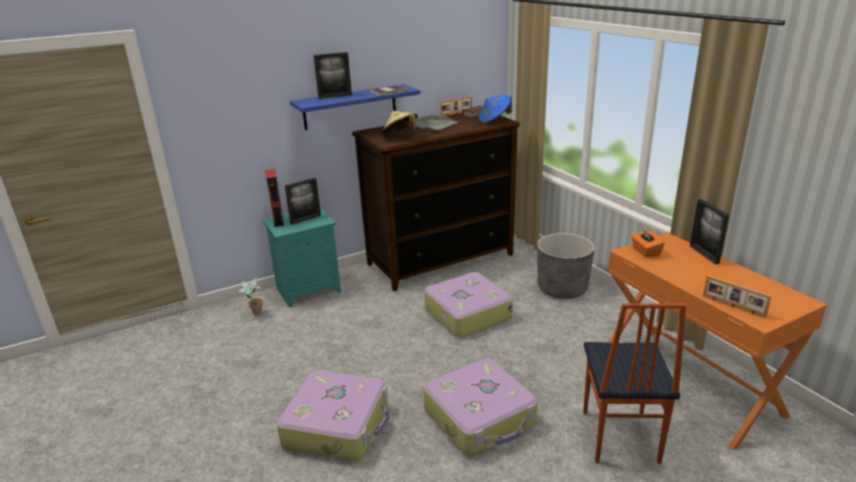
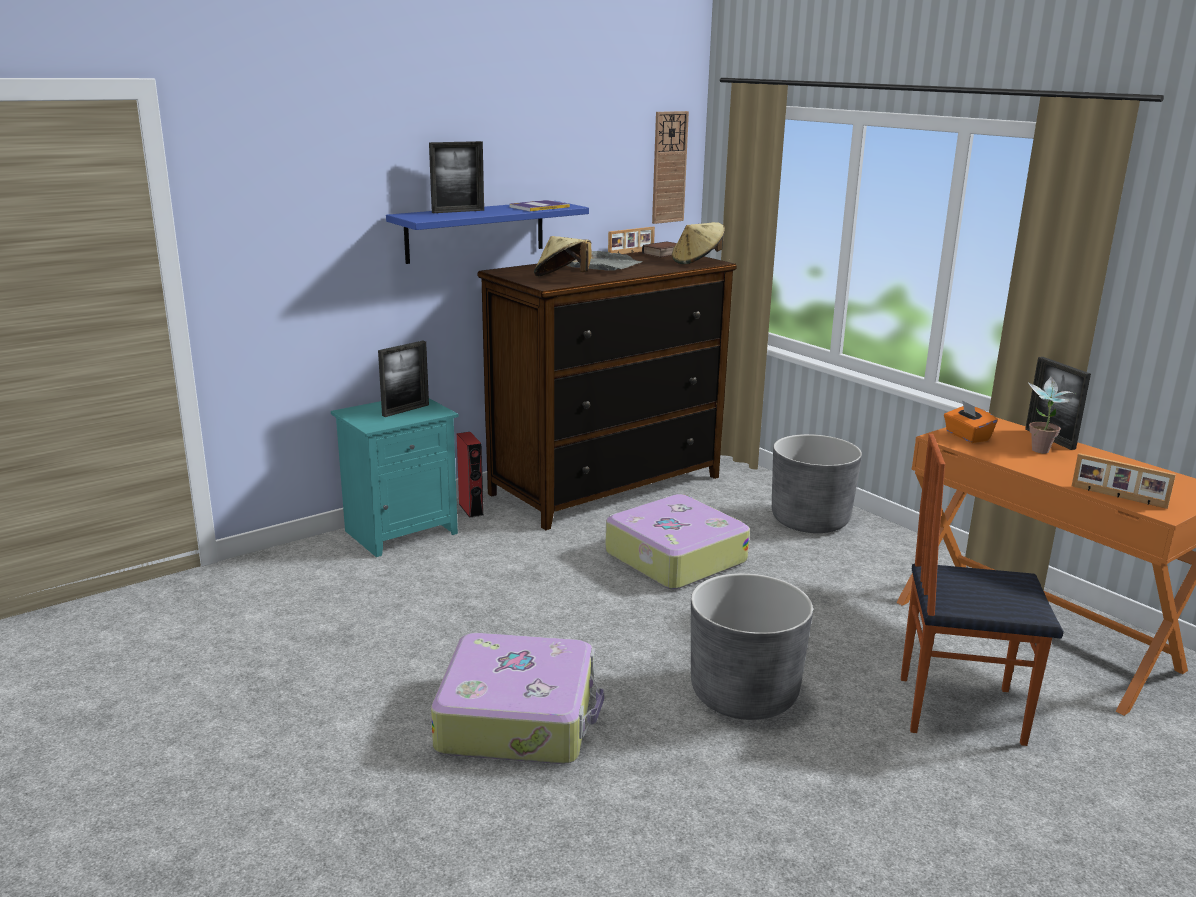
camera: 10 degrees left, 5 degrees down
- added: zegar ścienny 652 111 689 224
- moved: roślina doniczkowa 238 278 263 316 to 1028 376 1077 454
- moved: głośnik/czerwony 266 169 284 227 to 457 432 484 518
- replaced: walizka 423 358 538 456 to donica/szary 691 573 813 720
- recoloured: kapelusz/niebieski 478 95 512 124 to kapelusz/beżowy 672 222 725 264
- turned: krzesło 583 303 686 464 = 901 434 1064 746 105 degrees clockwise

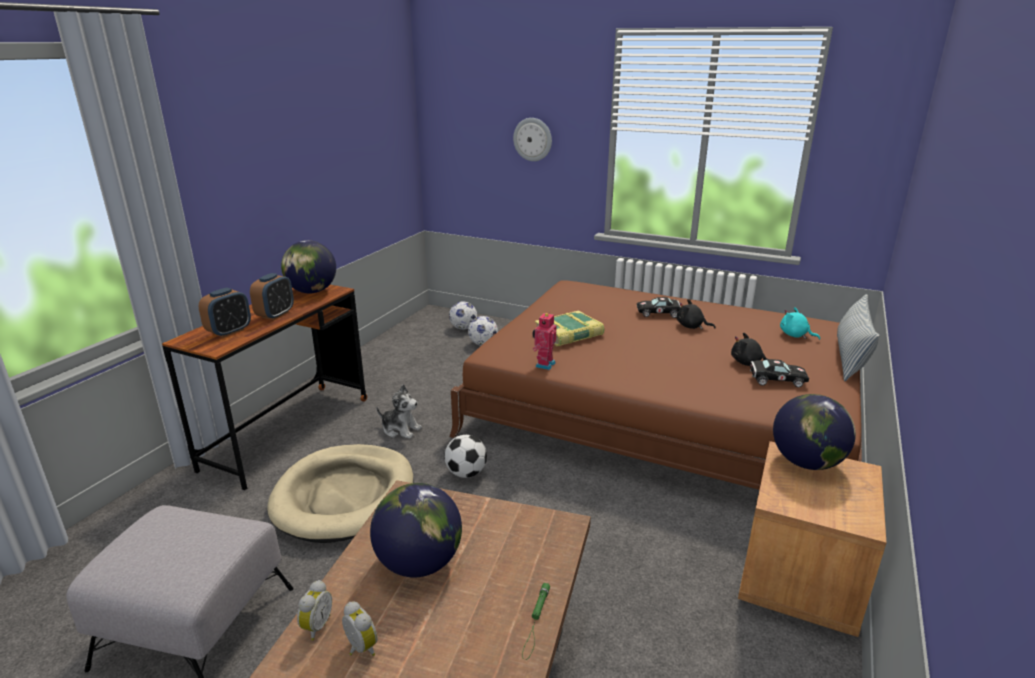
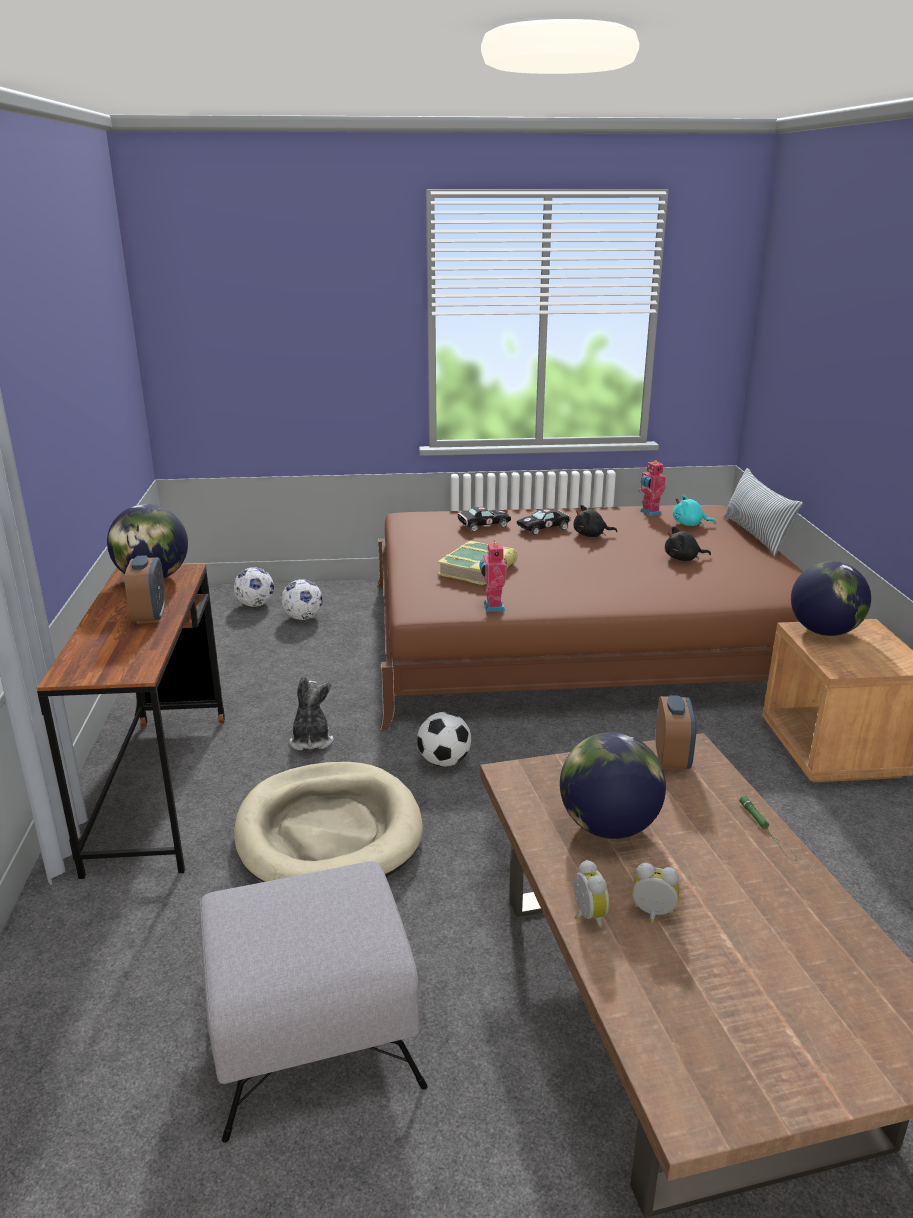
camera: 30 degrees left, 0 degrees up
- removed: zegar ścienny 513 118 552 161
- added: robot zabawkowy 638 460 666 516
- moved: budzik 198 288 251 338 to 655 695 696 770
- moved: samochodzik/czarny 750 359 809 387 to 458 507 511 532
- turned: pluszak 376 385 422 439 = 289 676 334 750 90 degrees counterclockwise

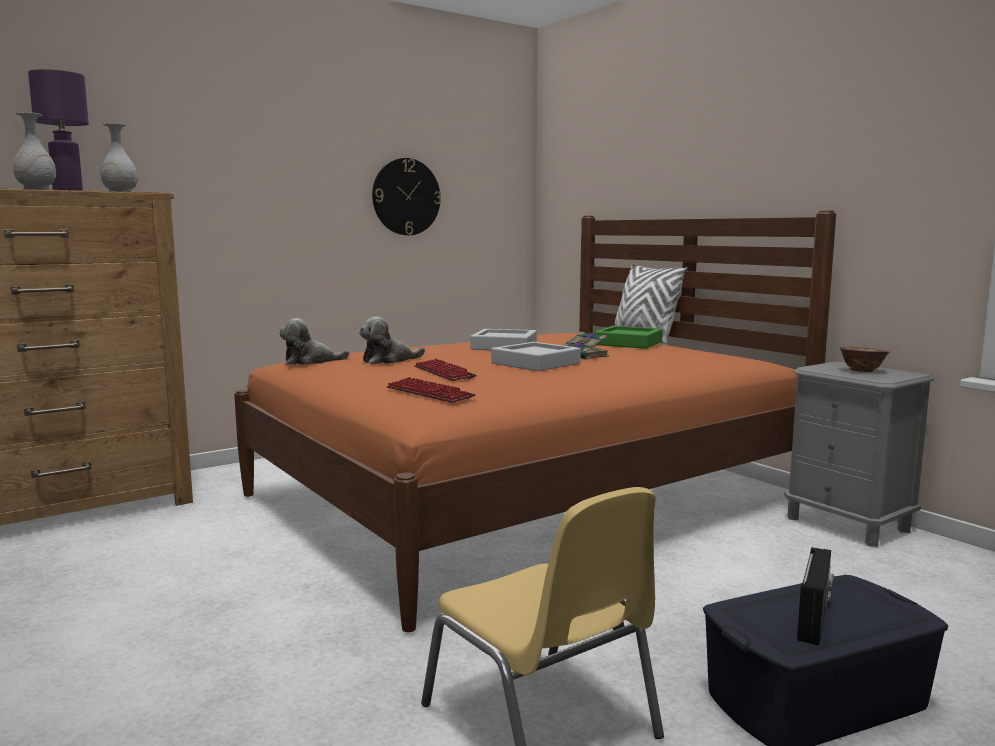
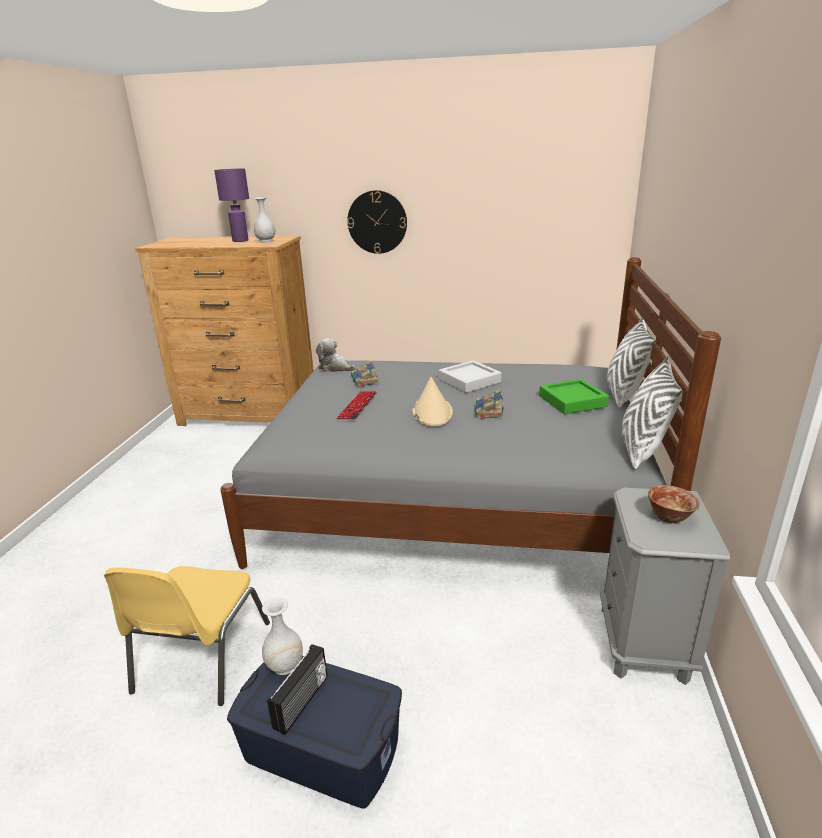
camera: 45 degrees right, 15 degrees up
- removed: klawiatura 386 377 476 403
- added: poduszka/biały 622 356 683 469
- moved: wazon/biały 13 112 56 190 to 262 597 303 675
- moved: zegar ścienny 372 158 441 235 to 347 190 407 254
- replaced: pluszak 359 317 425 364 to książka 351 360 379 387
- replaced: taca/szary 491 342 581 371 to kapelusz/beżowy 412 377 453 426
- recoloured: łóżko/pomarańczowy 234 210 836 633 to łóżko/szary 220 257 721 569
- turned: radio 797 547 834 645 = 267 644 327 735 45 degrees counterclockwise

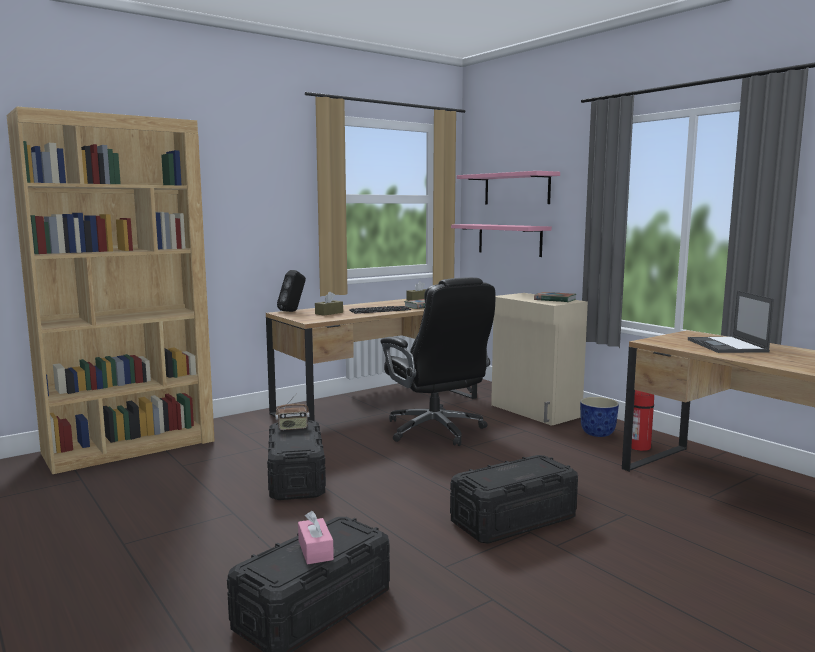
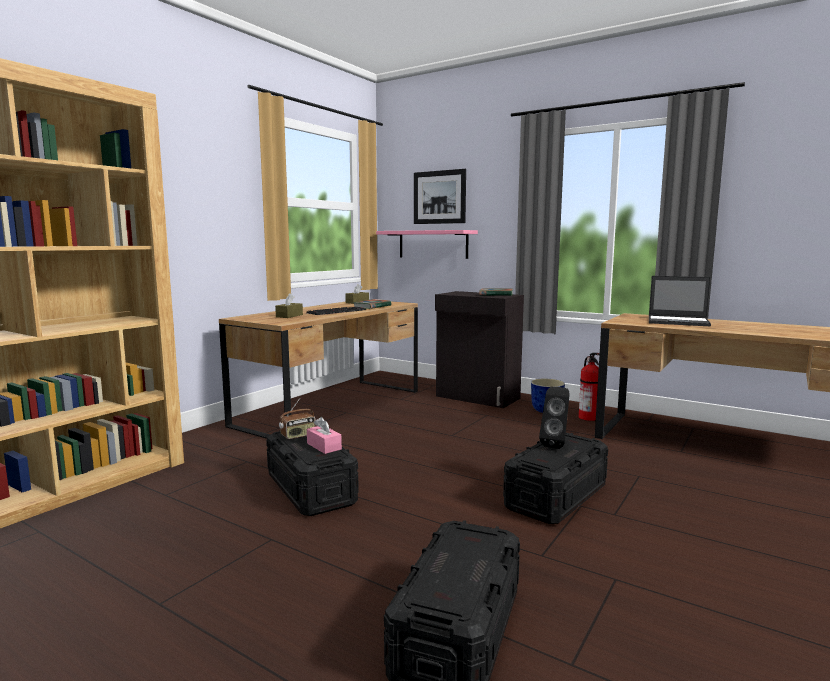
camera: 20 degrees left, 0 degrees up
- removed: krzesło biurowe/czarny 381 277 495 446
- moved: głośnik/czarny 277 270 306 312 to 539 387 570 449
- moved: pudełko chusteczek/różowy 298 511 334 565 to 307 417 342 454
- replaced: półka/różowy 457 171 560 205 to obraz 414 169 466 224
- recoloured: szafka/beżowy 491 293 588 426 to szafka/czarny 435 291 524 408
- turned: laptop 688 290 774 353 = 649 276 711 326 45 degrees counterclockwise

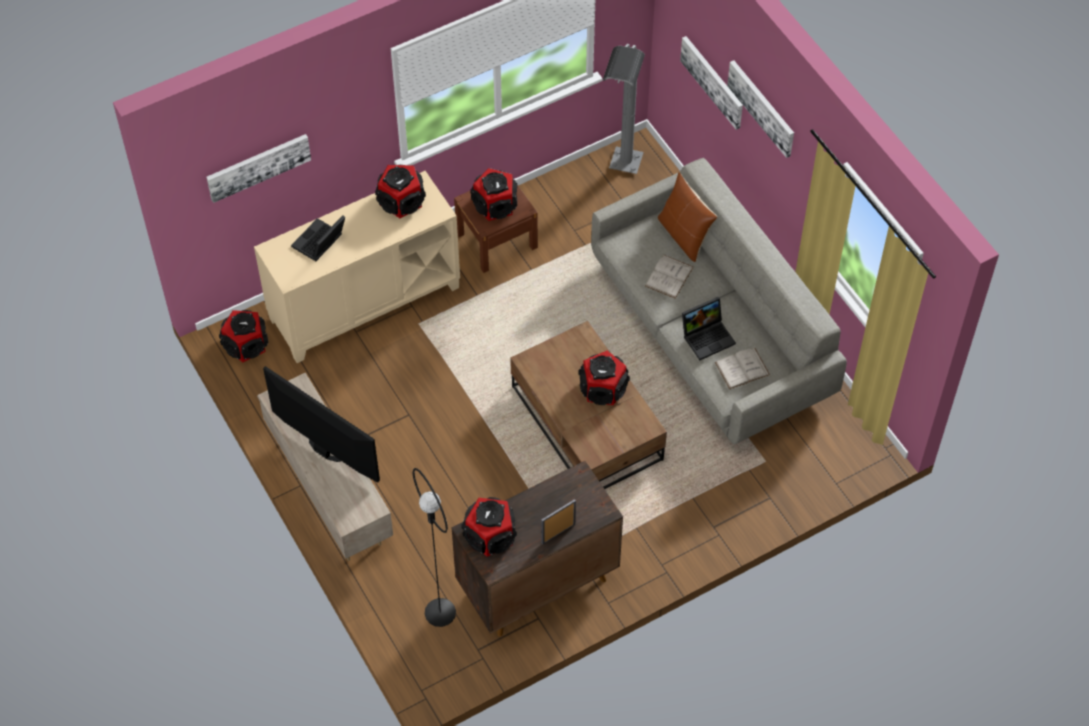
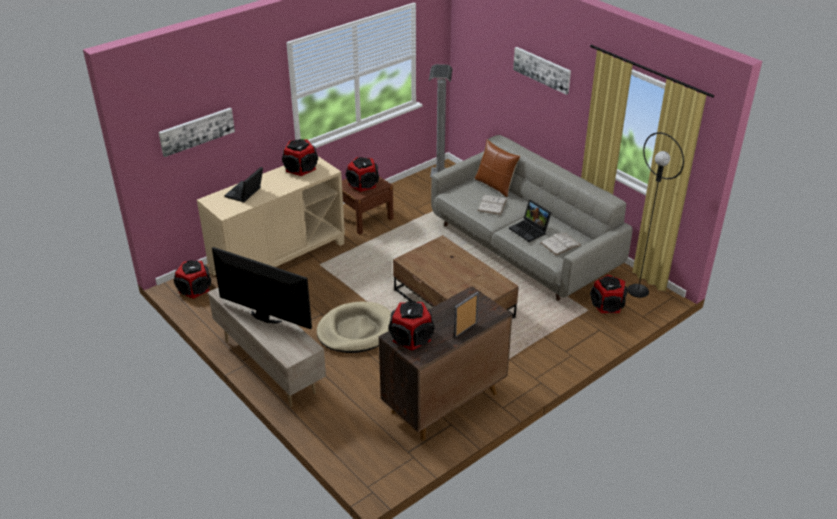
camera: 10 degrees left, 20 degrees down
- removed: obraz 680 36 743 130
- added: legowisko/beżowy 317 302 392 353
- moved: lampa stojąca/czarny 413 468 456 627 to 628 132 684 298
- moved: głośnik 579 351 630 405 to 590 275 628 313
- turned: laptop 682 297 736 360 = 509 200 552 242 90 degrees clockwise

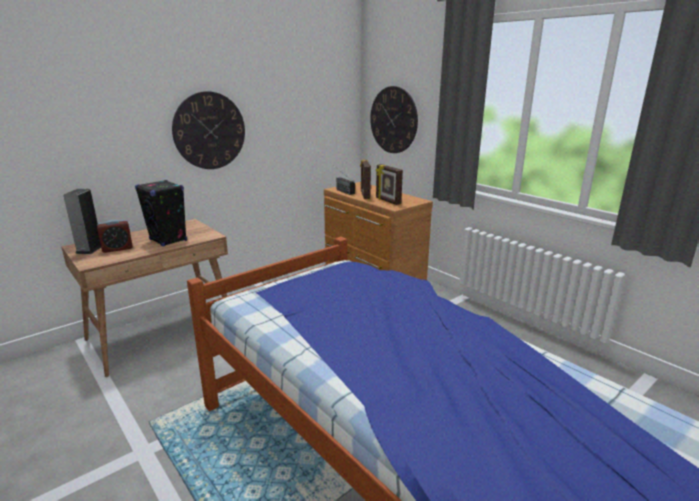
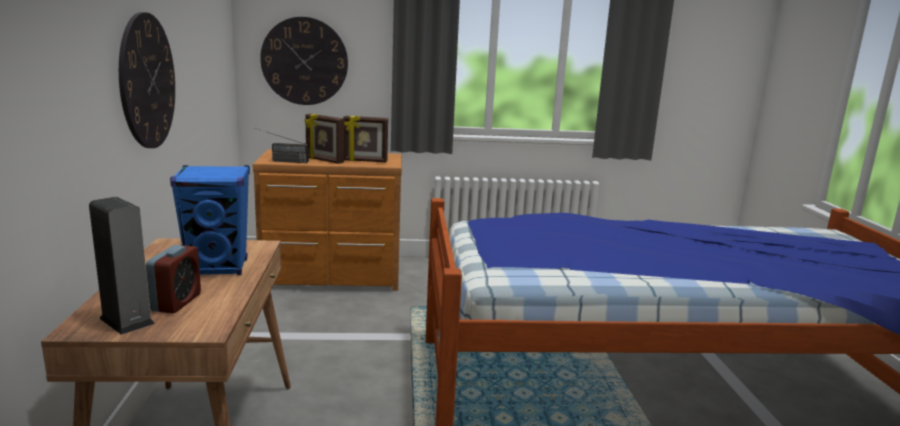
camera: 55 degrees left, 5 degrees down
- recoloured: głośnik/czarny 135 180 187 247 to głośnik/niebieski 170 165 250 275

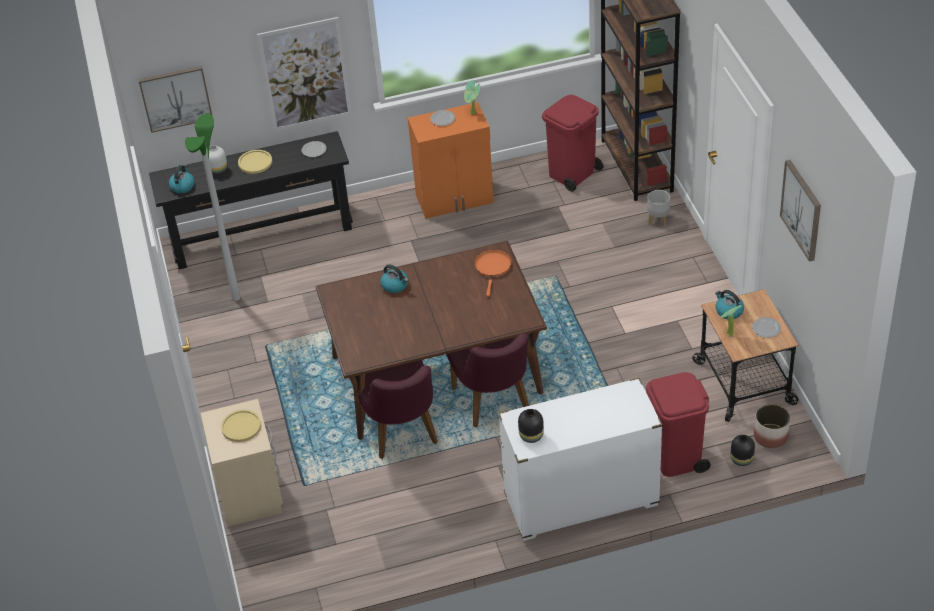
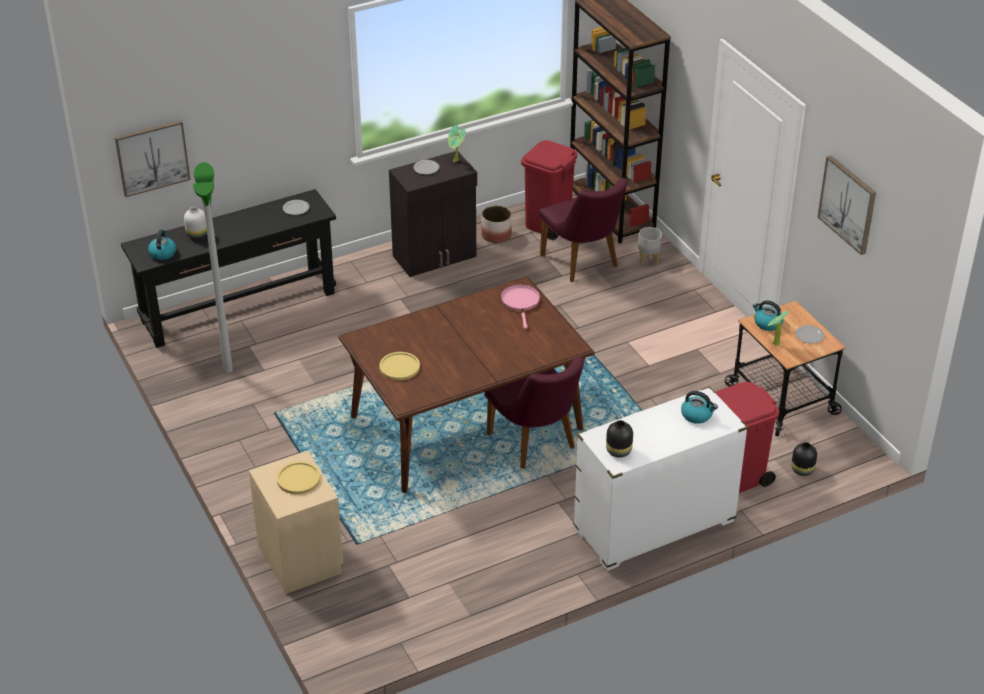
camera: 15 degrees left, 5 degrees down
- removed: obraz 257 17 352 131
- moved: talerz/żółty 238 150 272 174 to 379 352 420 381
- moved: krzesło/fioletowy 358 360 438 459 to 539 178 628 282
- moved: czajnik 381 264 409 293 to 681 391 718 424
- moved: donica 754 404 790 448 to 481 206 512 243
- recoloured: szafka/pomarańczowy 408 102 494 219 to szafka/czarny 389 151 477 277
- recoloured: patelnia/pomarańczowy 474 249 512 296 to patelnia/różowy 501 284 540 329

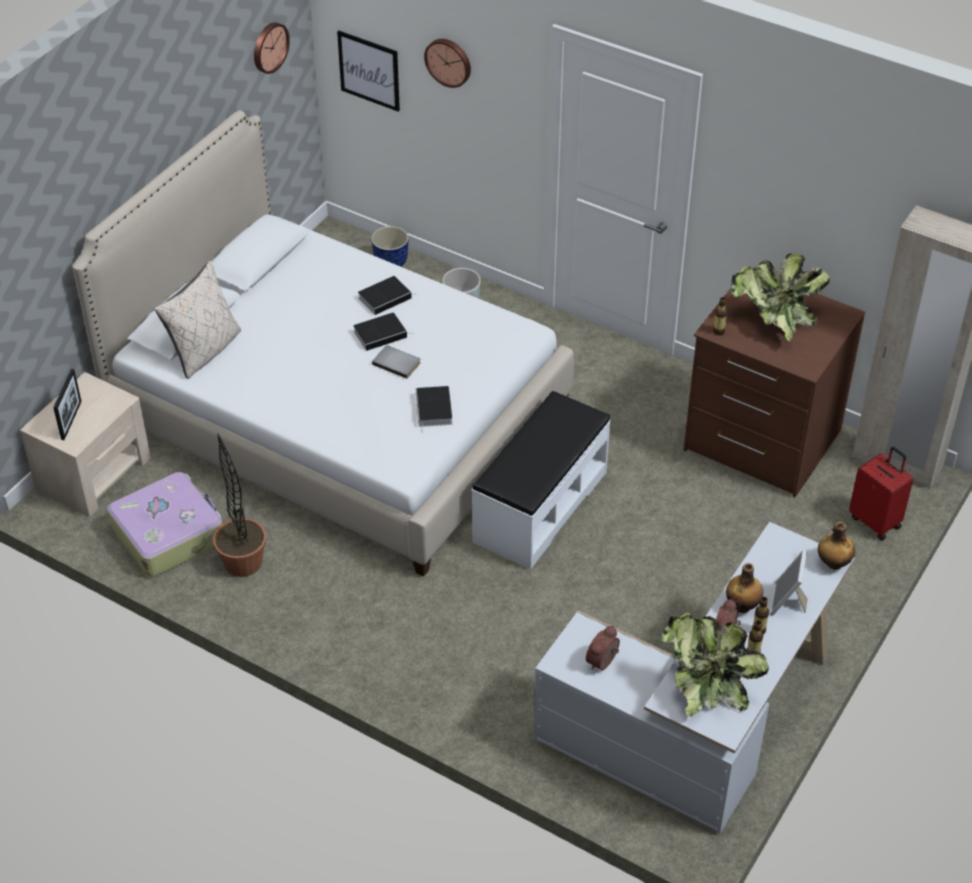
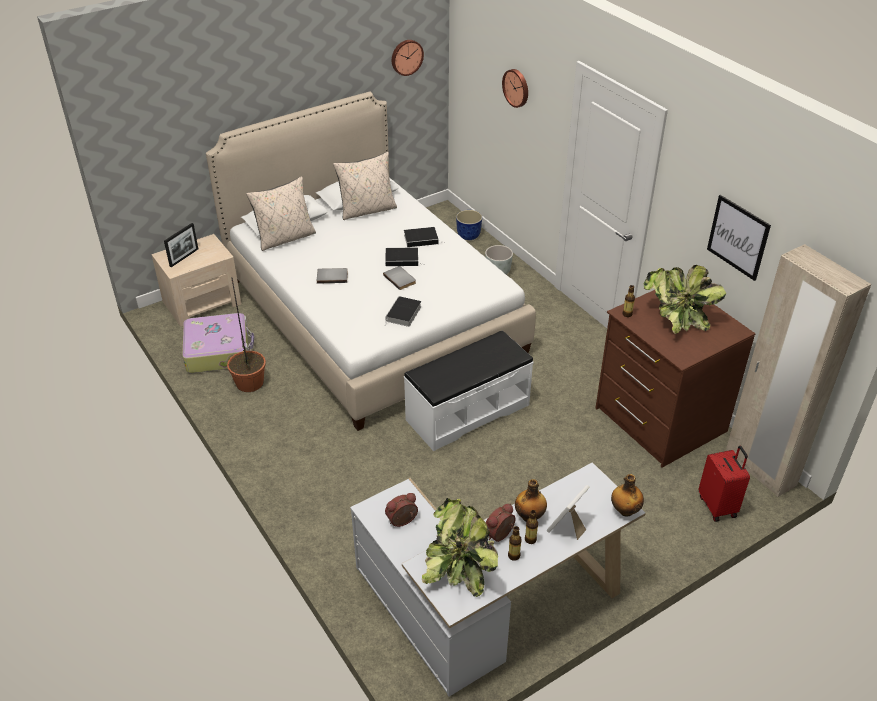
camera: 25 degrees right, 5 degrees down
- added: książka/szary 317 268 348 284
- added: poduszka/beżowy 333 152 397 220
- moved: obraz 337 30 400 112 to 707 195 771 281

